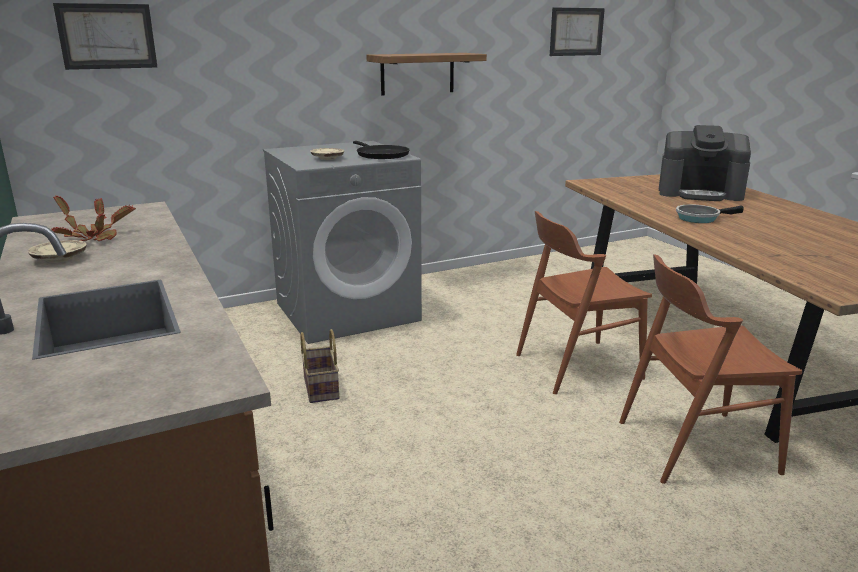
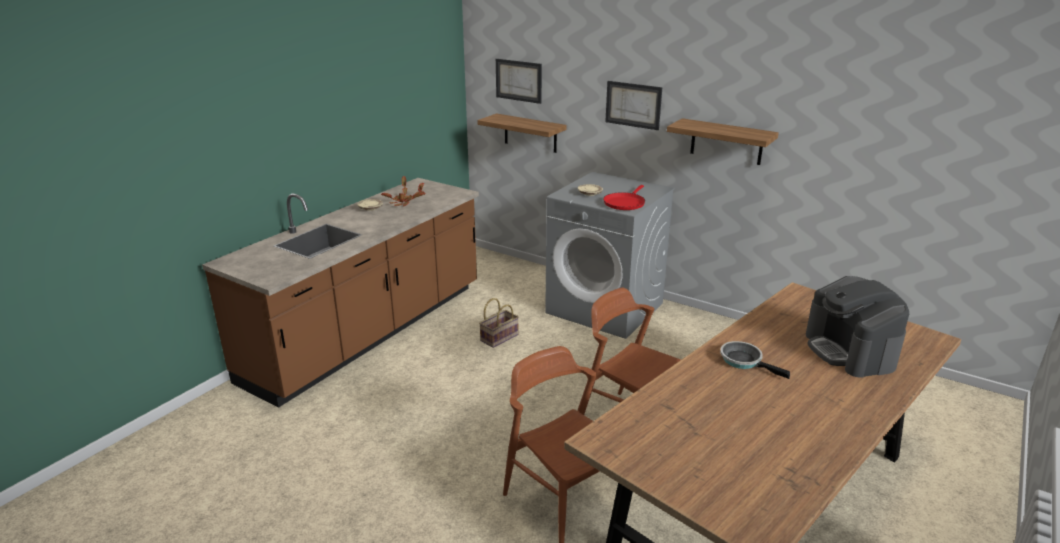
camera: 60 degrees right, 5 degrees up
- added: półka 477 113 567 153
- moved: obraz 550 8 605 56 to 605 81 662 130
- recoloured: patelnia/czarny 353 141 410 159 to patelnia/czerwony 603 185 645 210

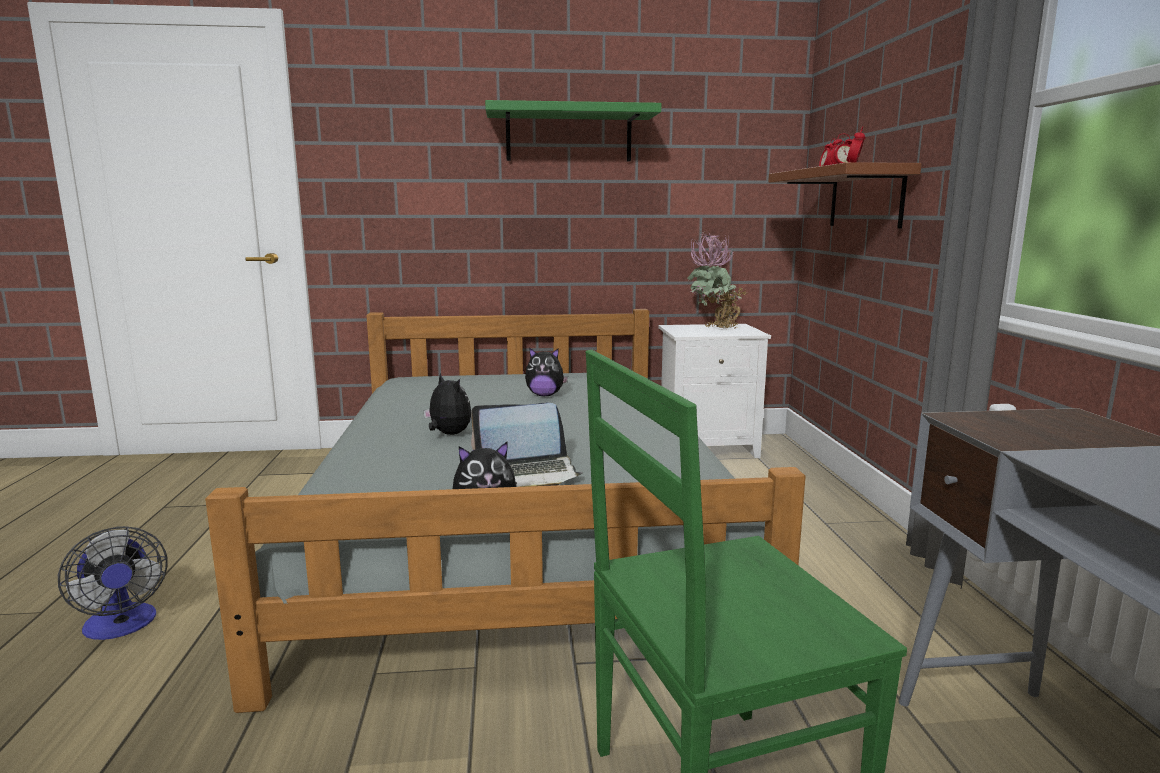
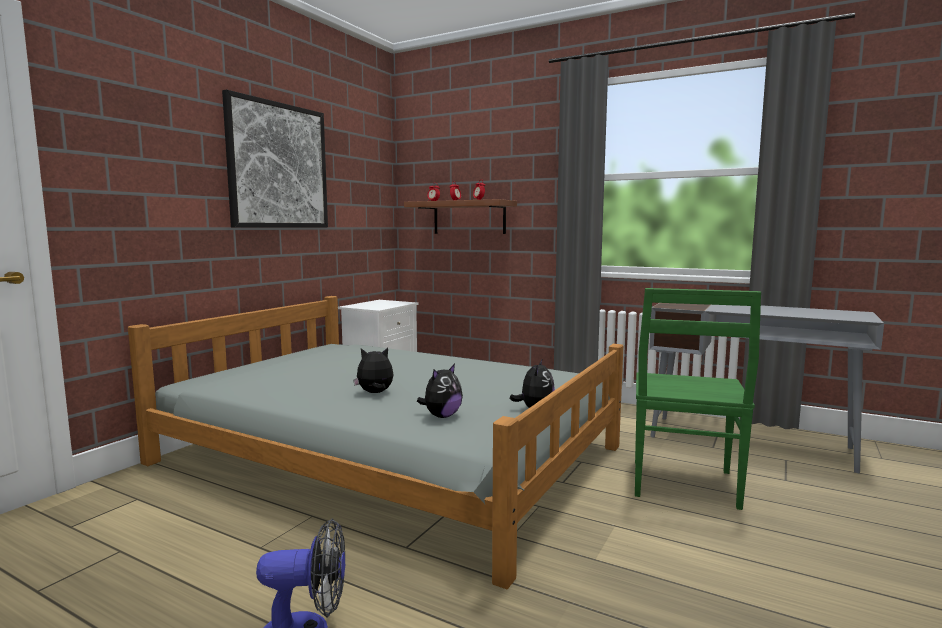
camera: 55 degrees left, 5 degrees down
- removed: laptop 471 403 583 487
- removed: roślina doniczkowa 687 231 747 329
- moved: pluszak 525 348 568 396 to 417 364 463 418
- replaced: półka/zielony 485 100 661 162 to obraz 222 89 328 227

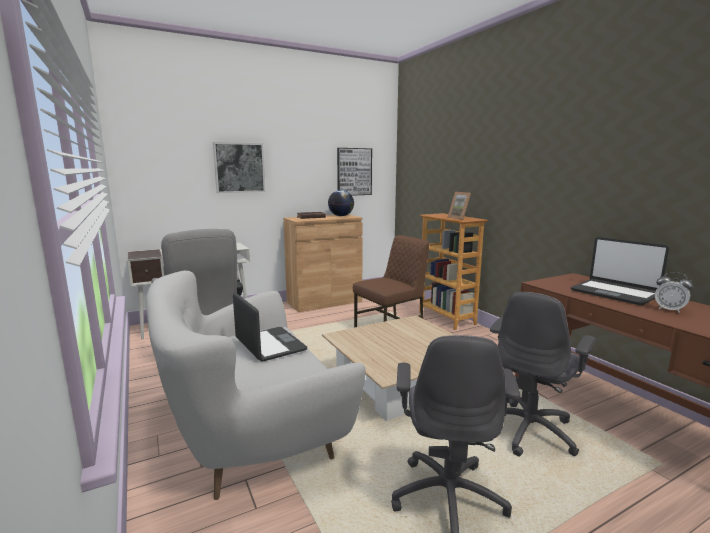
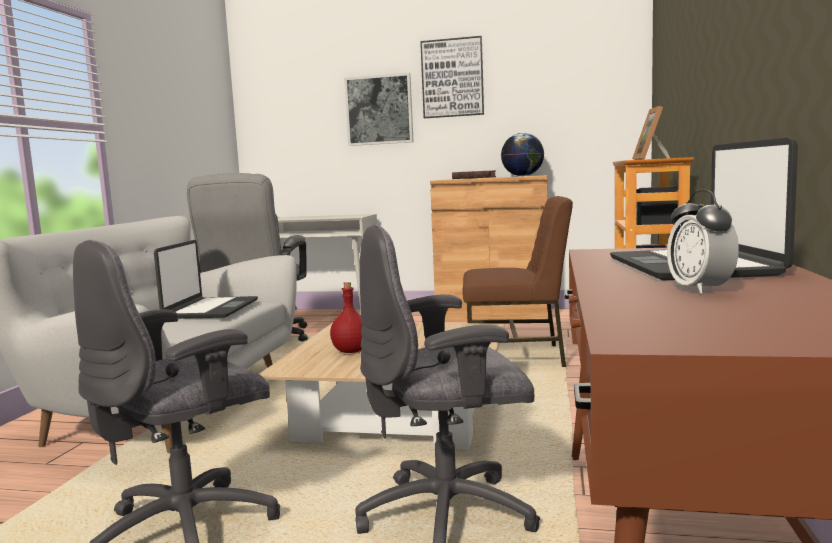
camera: 40 degrees right, 5 degrees down
- added: butelka/czerwony 330 282 362 353
- moved: obraz 337 148 372 196 to 420 36 484 118

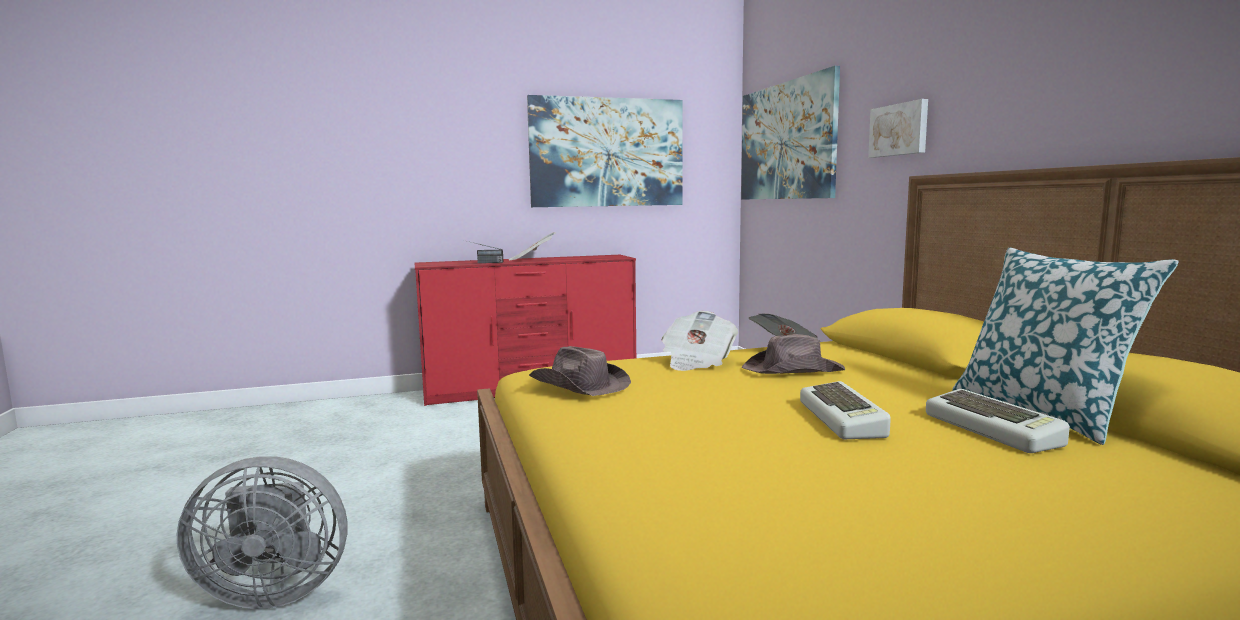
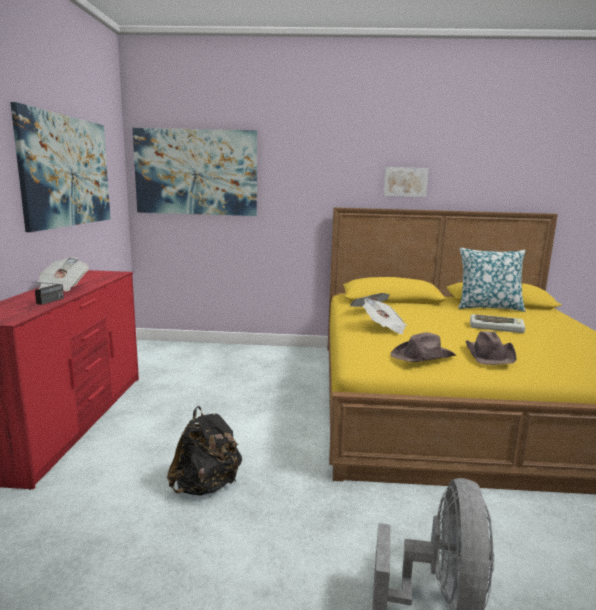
camera: 70 degrees left, 5 degrees up
- removed: klawiatura 926 389 1070 453
- added: plecak/czarny 167 406 242 496
- moved: kapelusz/brązowy 742 334 845 374 to 465 331 516 365
- moved: obraz 868 99 928 158 to 383 167 429 197

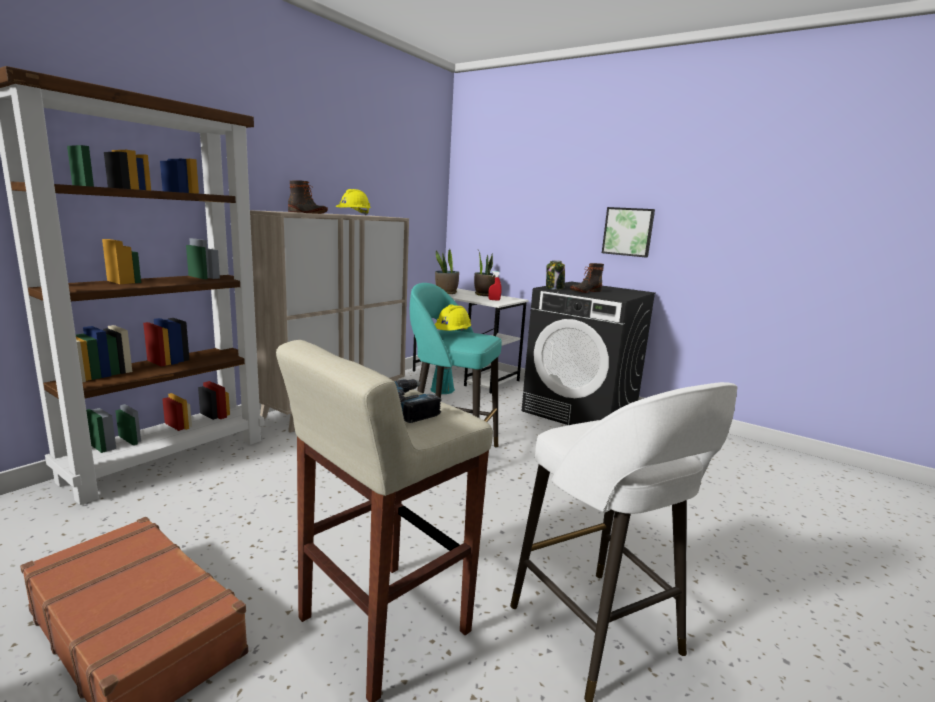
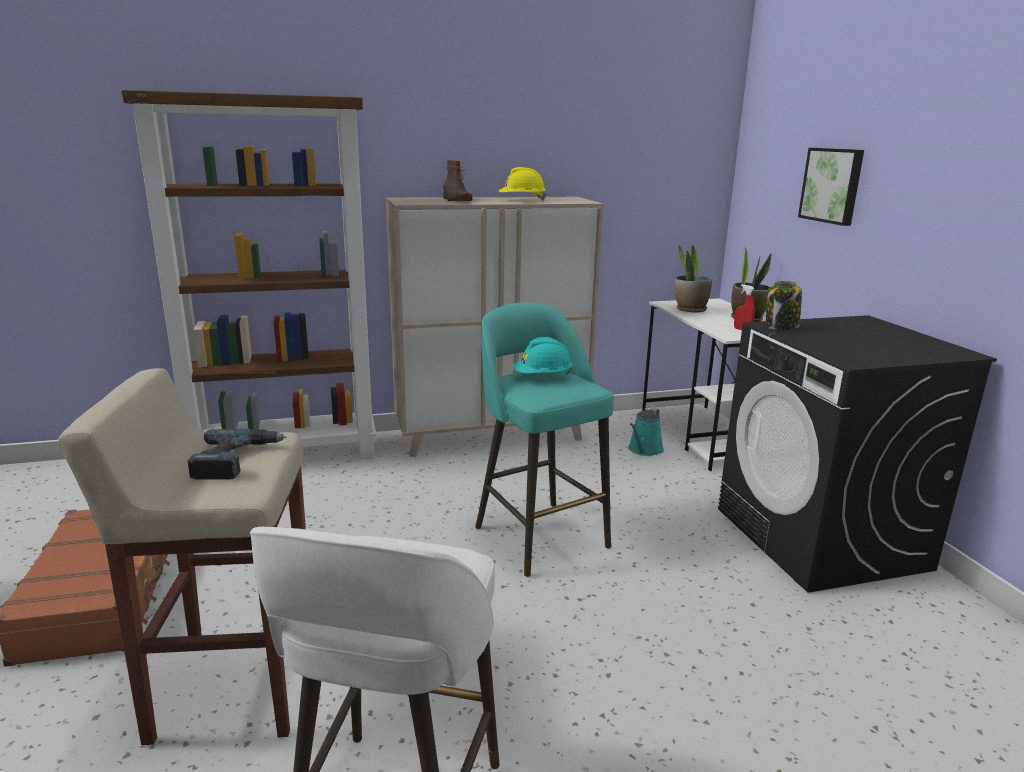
camera: 40 degrees right, 5 degrees up
- removed: but z cholewką 570 263 604 293
- moved: obraz 602 207 655 257 to 798 148 864 226
- recoloured: kask/żółty 435 304 471 331 to kask/turkusowy 513 337 573 375

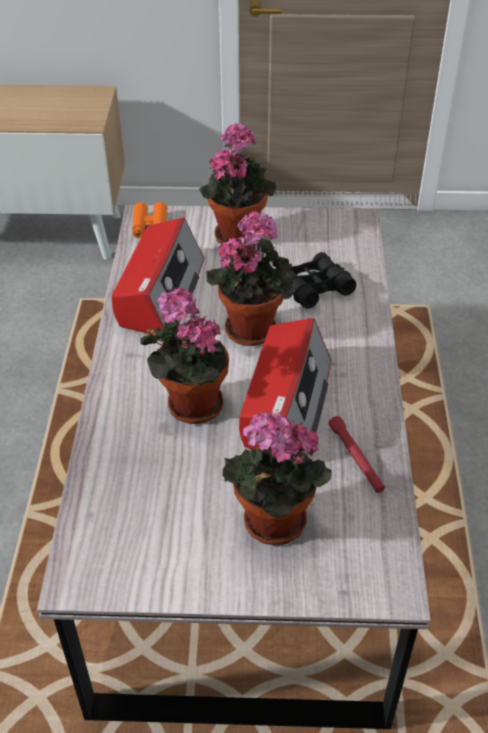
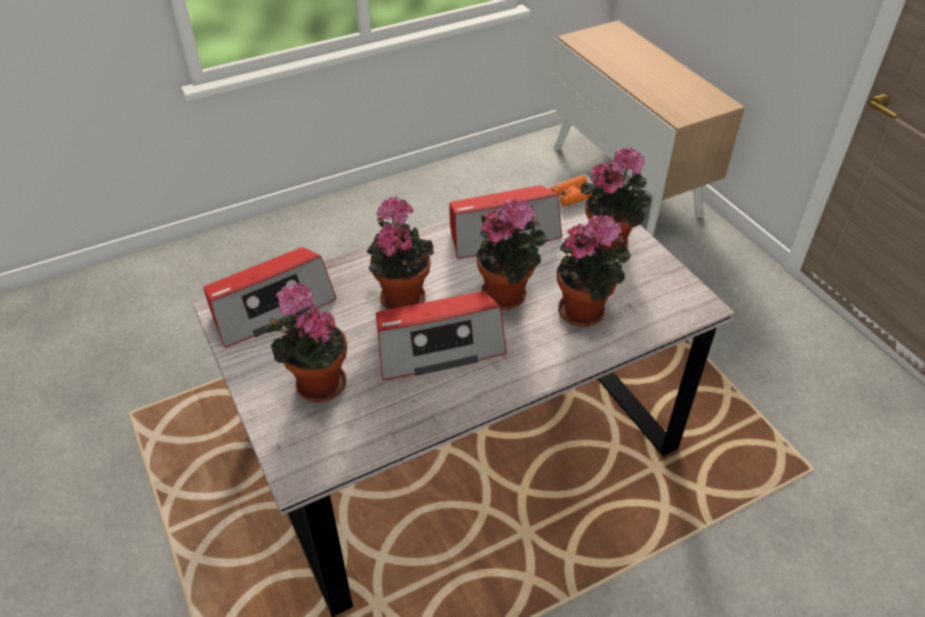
camera: 60 degrees right, 0 degrees up
- removed: latarka/czerwony 329 416 385 493
- added: radio 203 247 337 348
- replaced: lornetka/czarny 285 252 356 309 to roślina doniczkowa 557 214 631 327

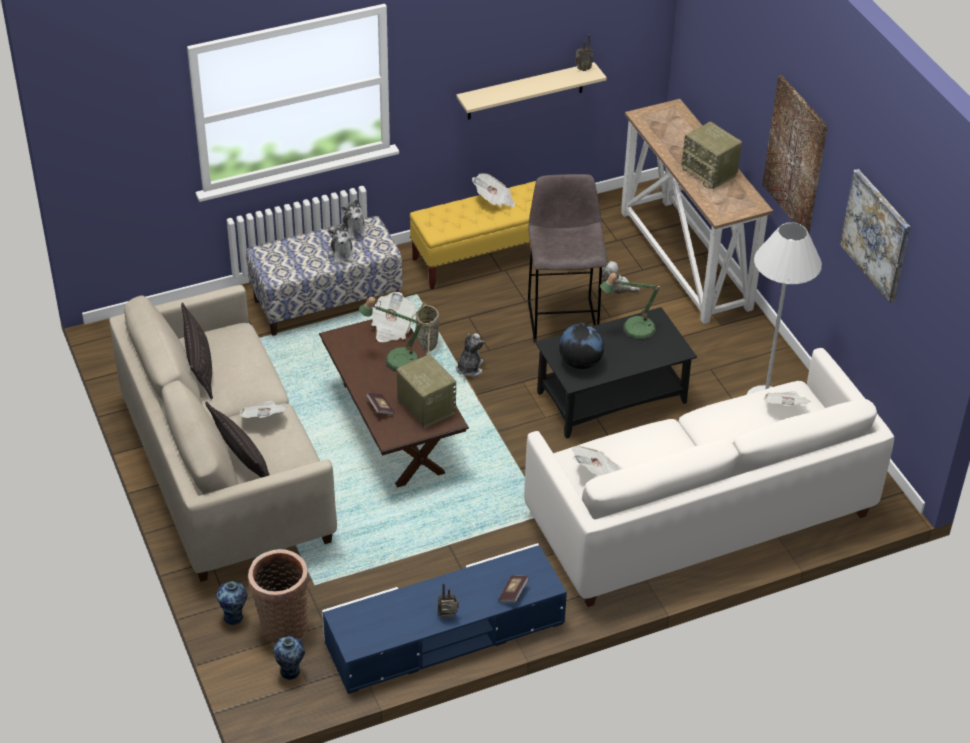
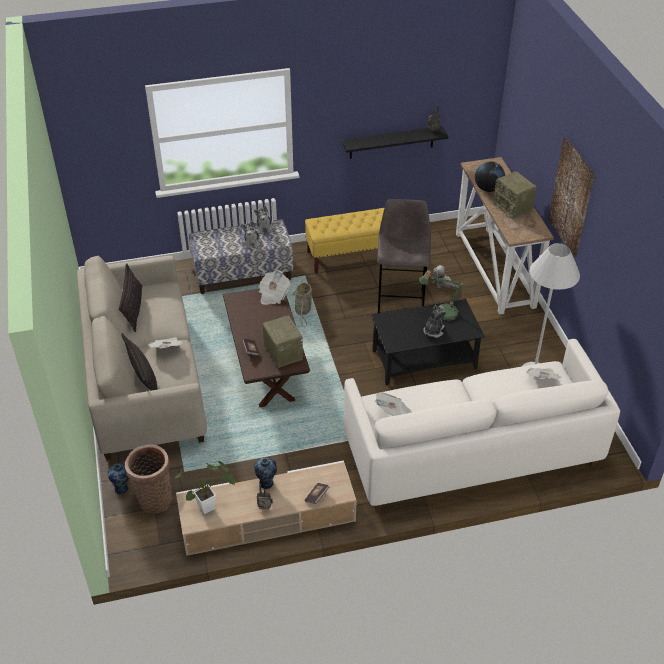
camera: 10 degrees right, 0 degrees up
- removed: lampa stołowa 359 296 425 372
- removed: gazeta 472 173 516 207
- removed: obraz 840 169 911 303
- added: roślina doniczkowa 174 461 235 514
- moved: wazon 273 636 305 680 to 254 457 277 489
- moved: pluszak 456 333 485 377 to 423 305 447 338
- moved: globus 559 324 604 369 to 475 161 505 192
- recoloured: szafka pod telewizor/niebieski 322 543 567 694 to szafka pod telewizor/beżowy 176 460 357 556
- recoloured: półka/beżowy 456 62 607 120 to półka/czarny 341 126 448 159

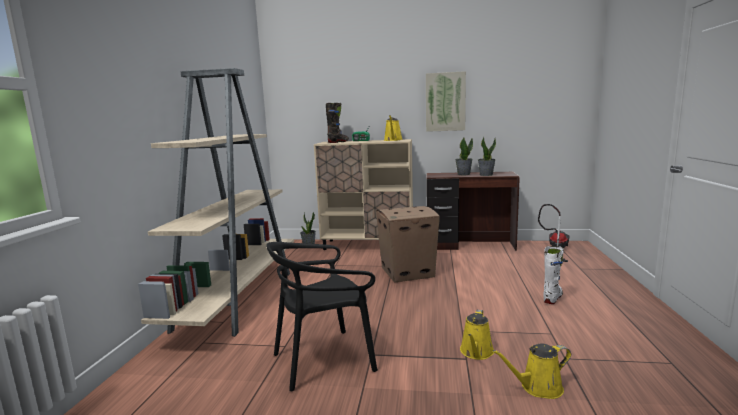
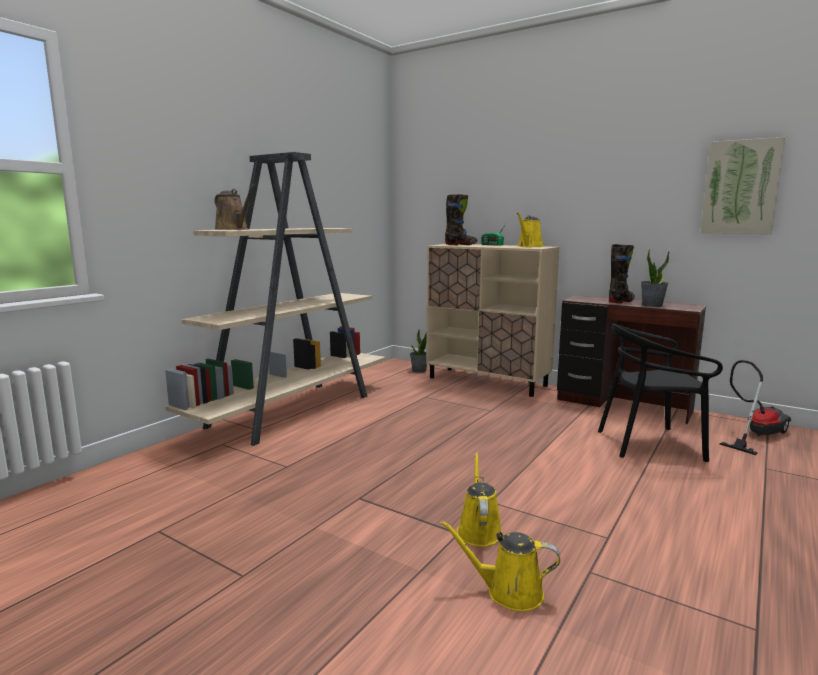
camera: 25 degrees right, 0 degrees up
- removed: karton 376 206 440 282
- removed: but z cholewką/biały 543 246 564 304
- added: konewka/brązowy 214 184 255 230
- moved: krzesło/czarny 266 242 378 391 to 598 324 723 462
- moved: obraz 426 71 466 132 to 700 137 785 234
- replaced: roślina doniczkowa 455 138 473 175 to but z cholewką/czarny 609 244 635 304
- turned: konewka/żółty 460 310 494 360 = 457 452 502 547 135 degrees clockwise

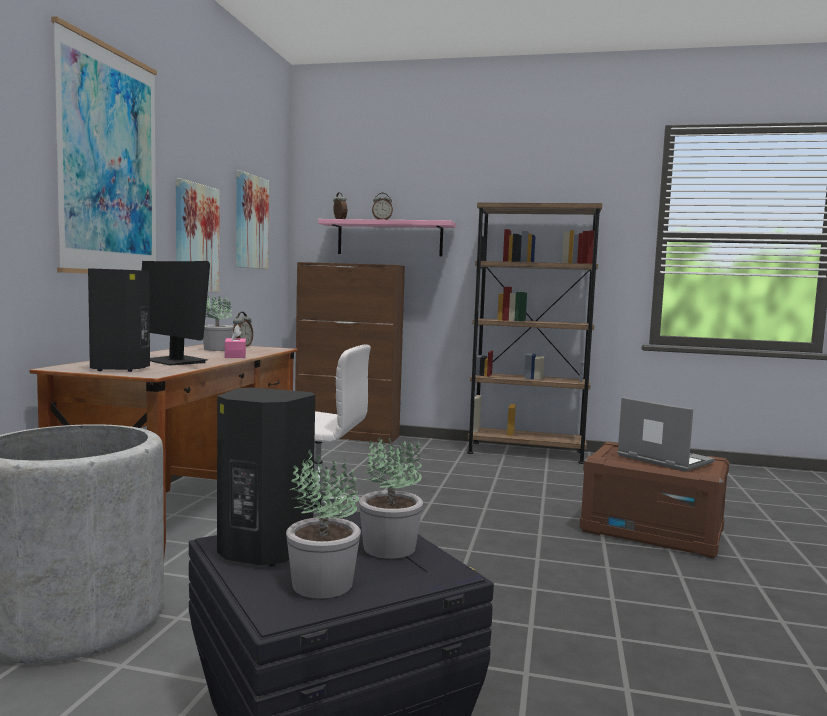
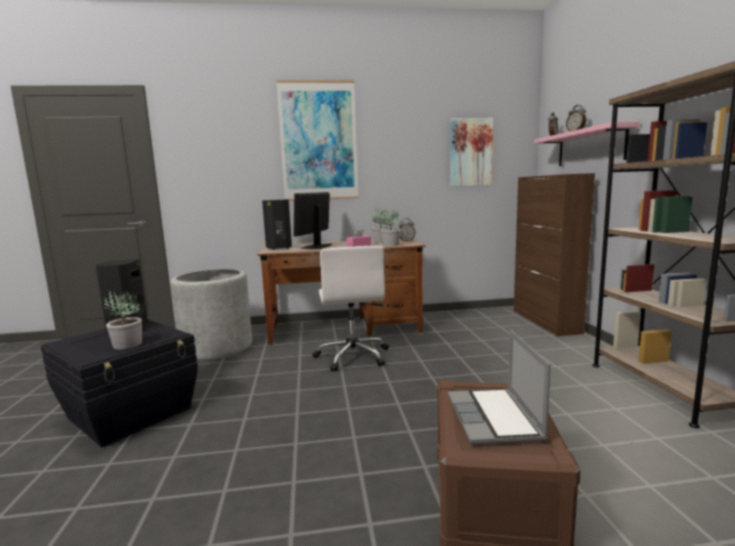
camera: 70 degrees right, 5 degrees up
- removed: obraz 176 179 220 292
- moved: roślina doniczkowa 286 450 361 598 to 381 210 401 246
- turned: laptop 617 397 715 472 = 448 330 551 445 150 degrees clockwise

